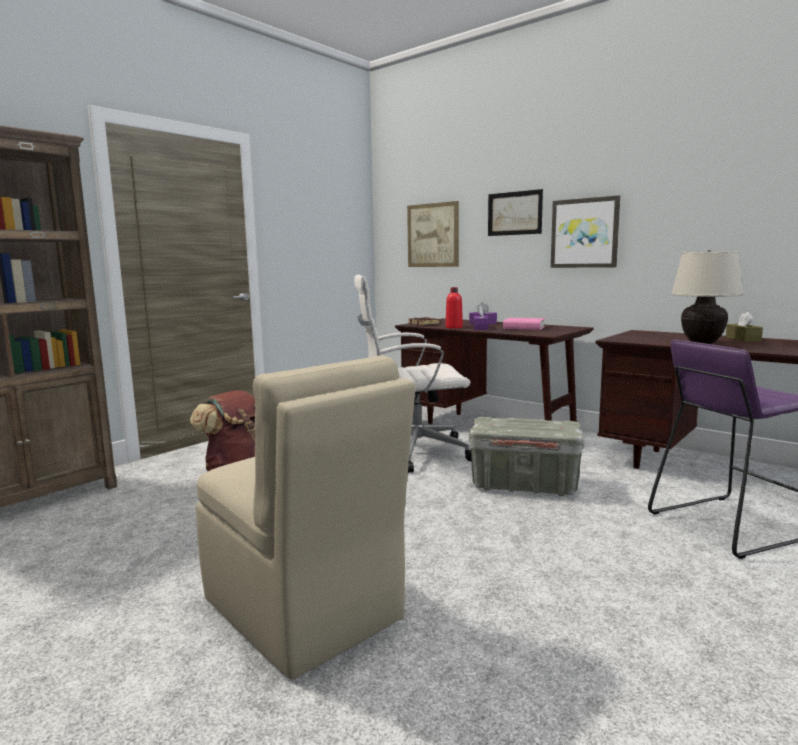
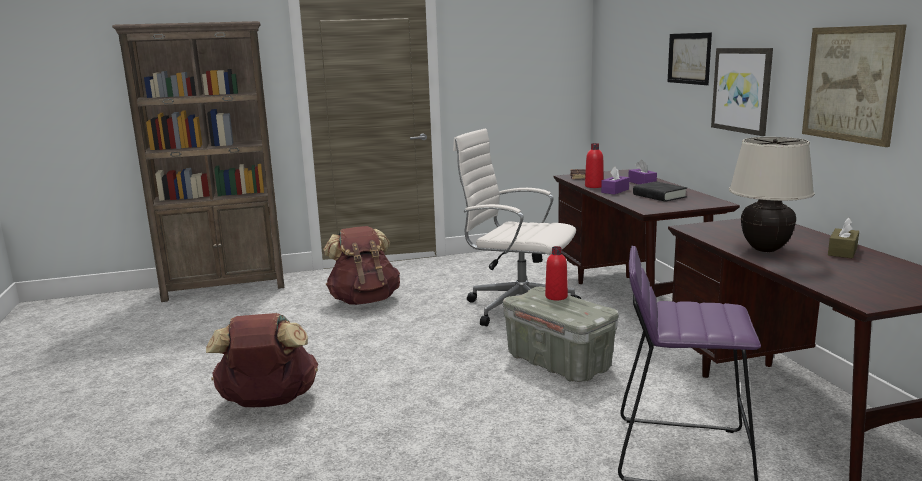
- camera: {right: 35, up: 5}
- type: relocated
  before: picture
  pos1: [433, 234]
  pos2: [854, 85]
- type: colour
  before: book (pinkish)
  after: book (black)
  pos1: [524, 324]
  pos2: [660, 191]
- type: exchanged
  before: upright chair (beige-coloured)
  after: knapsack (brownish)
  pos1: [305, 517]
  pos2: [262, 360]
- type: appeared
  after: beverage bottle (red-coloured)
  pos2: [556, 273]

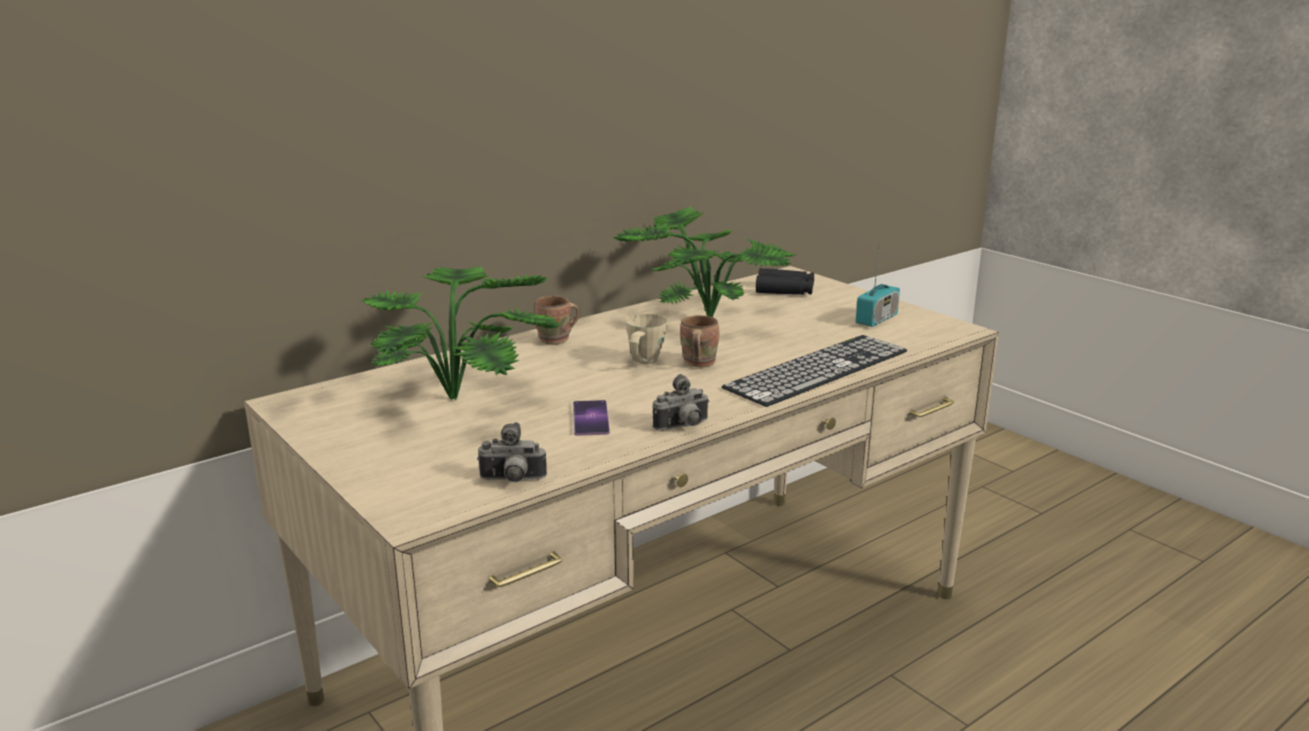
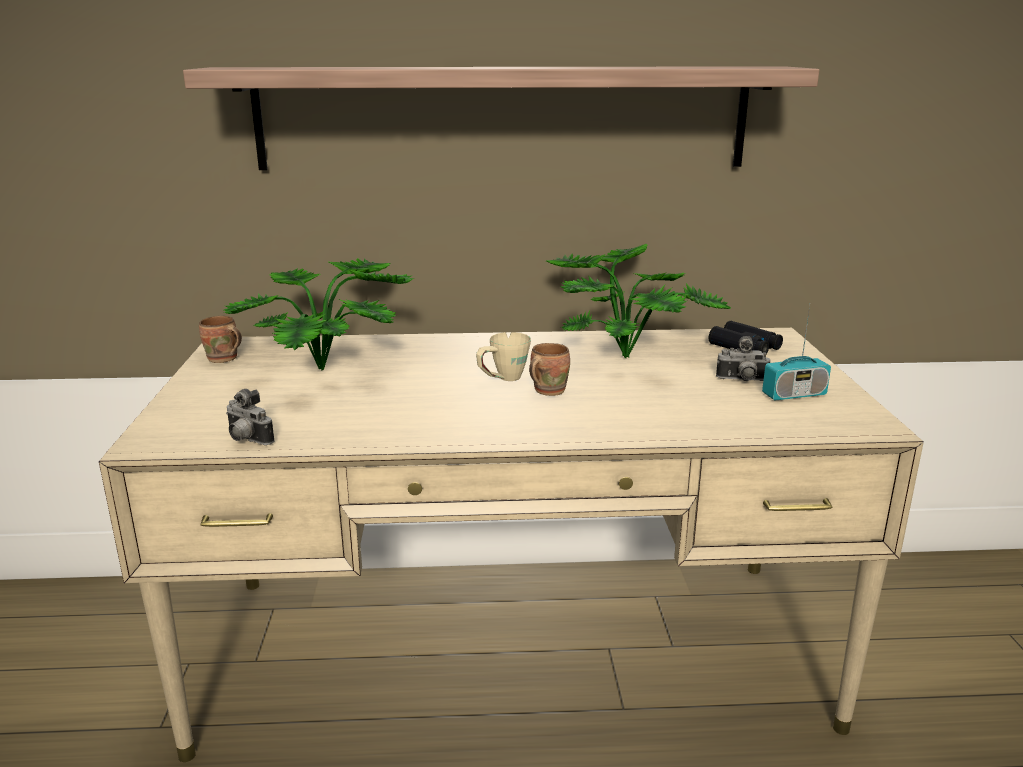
- camera: {right: 35, up: 0}
- type: relocated
  before: mug (brownish)
  pos1: [557, 320]
  pos2: [220, 339]
- type: missing
  before: keyboard
  pos1: [814, 371]
- type: relocated
  before: still camera
  pos1: [681, 402]
  pos2: [743, 358]
- type: missing
  before: phone
  pos1: [591, 418]
- type: appeared
  after: bracket shelf
  pos2: [501, 118]

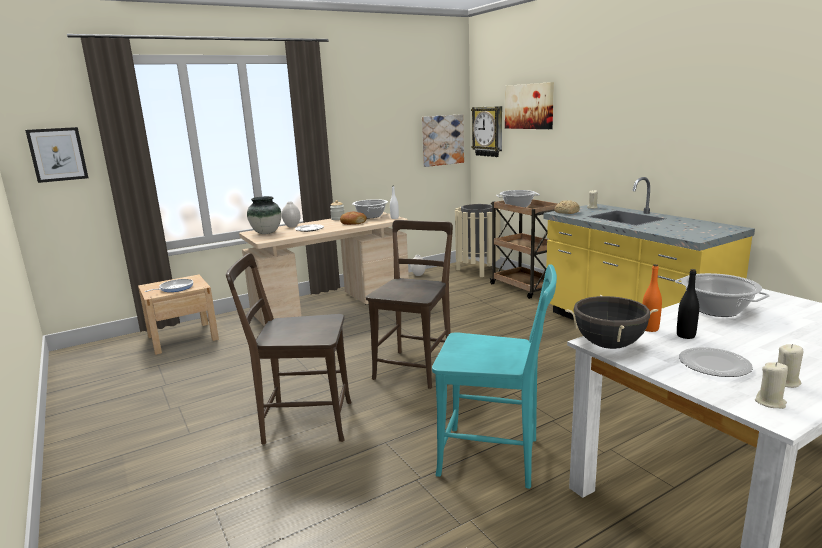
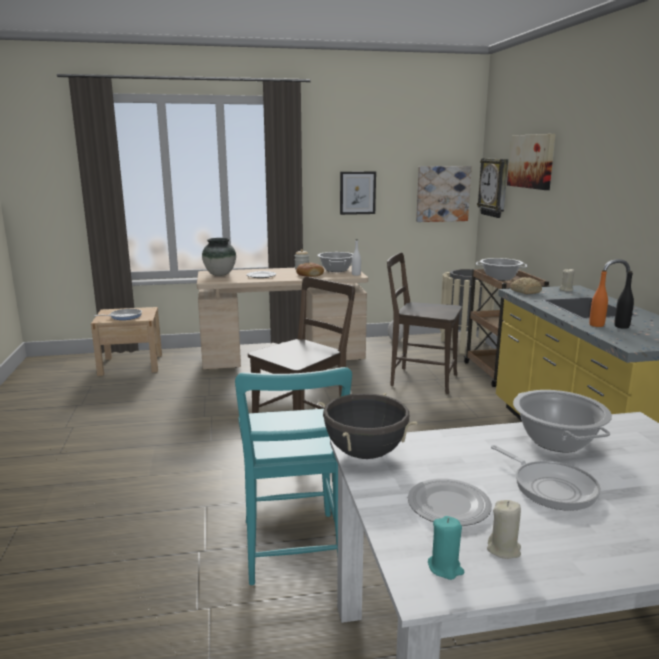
- camera: {right: 20, up: 0}
- type: relocated
  before: picture
  pos1: [56, 155]
  pos2: [358, 193]
- type: missing
  before: decorative vase (white)
  pos1: [291, 214]
- type: relocated
  before: upright chair (brownish)
  pos1: [289, 348]
  pos2: [424, 323]
- type: spun
  before: upright chair (turquoise)
  pos1: [494, 376]
  pos2: [293, 476]
  turn: 45
- type: relocated
  before: beverage bottle (orange)
  pos1: [652, 298]
  pos2: [598, 298]
- type: relocated
  before: beverage bottle (black)
  pos1: [688, 304]
  pos2: [624, 300]
- type: colour
  before: candle (beige-coloured)
  after: candle (turquoise)
  pos1: [771, 385]
  pos2: [446, 548]
- type: appeared
  after: frying pan
  pos2: [546, 478]

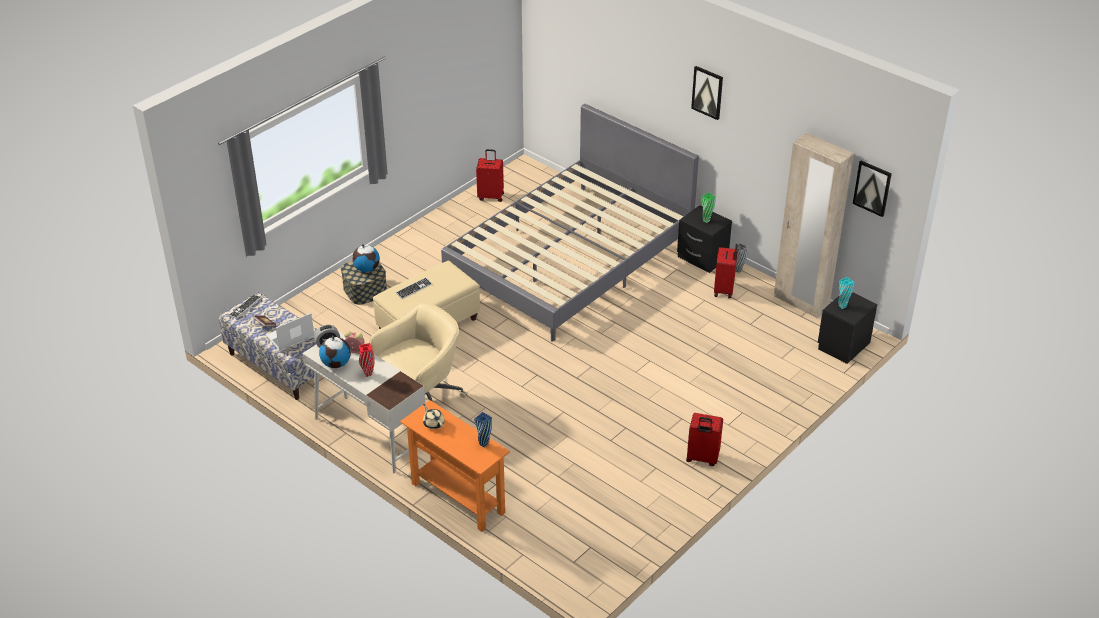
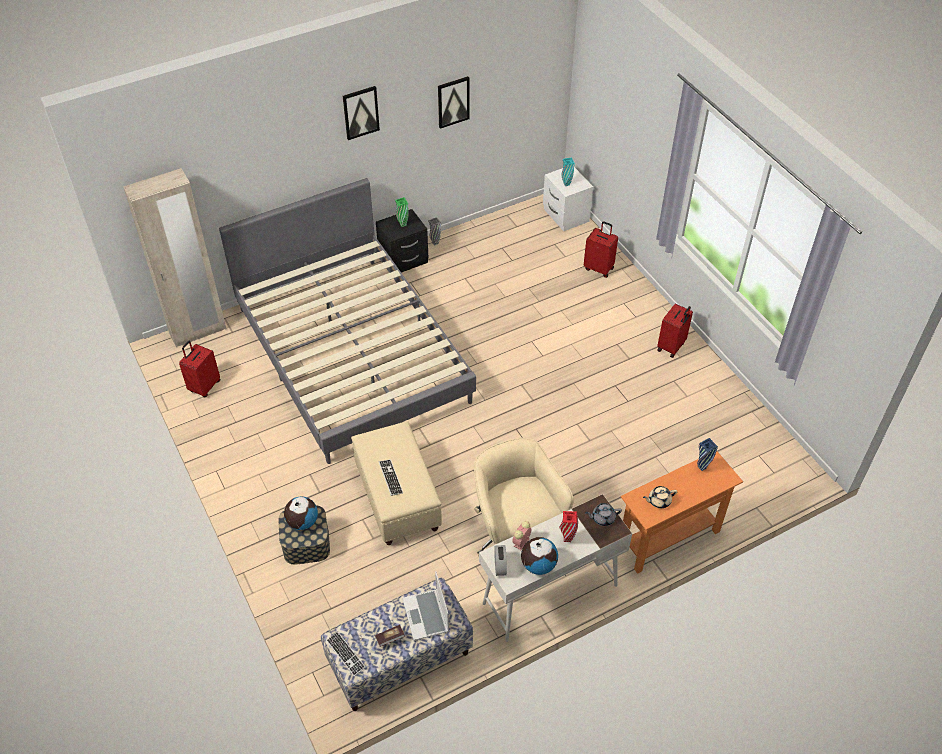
- camera: {right: -70, up: 10}
- type: relocated
  before: armoire (beige-coloured)
  pos1: [814, 226]
  pos2: [174, 258]
- type: relocated
  before: picture
  pos1: [872, 188]
  pos2: [453, 102]
- type: relocated
  before: travel case (red-coloured)
  pos1: [726, 271]
  pos2: [601, 249]
- type: colour
  before: bedside table (black)
  after: bedside table (white)
  pos1: [847, 328]
  pos2: [568, 199]
- type: appeared
  after: teapot (greyish)
  pos2: [603, 514]

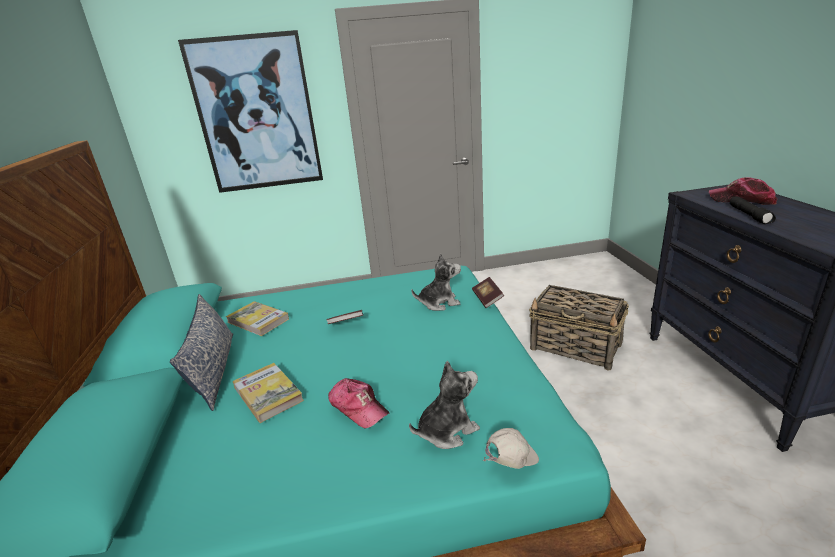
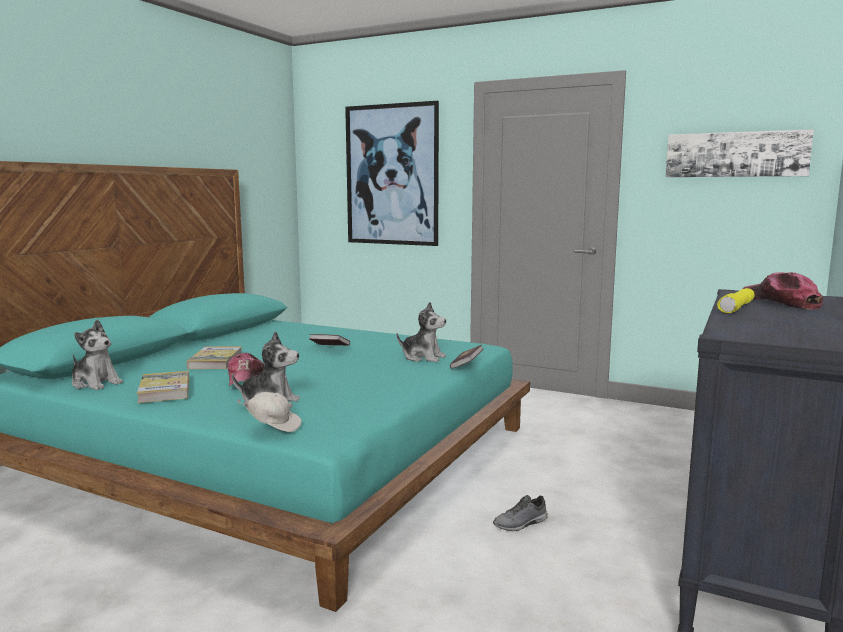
- camera: {right: 35, up: -15}
- type: colour
  before: hand torch (black)
  after: hand torch (yellowish)
  pos1: [753, 210]
  pos2: [736, 300]
- type: missing
  before: storage basket
  pos1: [579, 328]
- type: missing
  before: throw pillow
  pos1: [201, 352]
- type: relocated
  before: book
  pos1: [257, 318]
  pos2: [163, 387]
- type: appeared
  after: picture
  pos2: [740, 153]
- type: appeared
  after: cuddly toy
  pos2: [97, 354]
- type: appeared
  after: item of footwear (greyish)
  pos2: [520, 513]

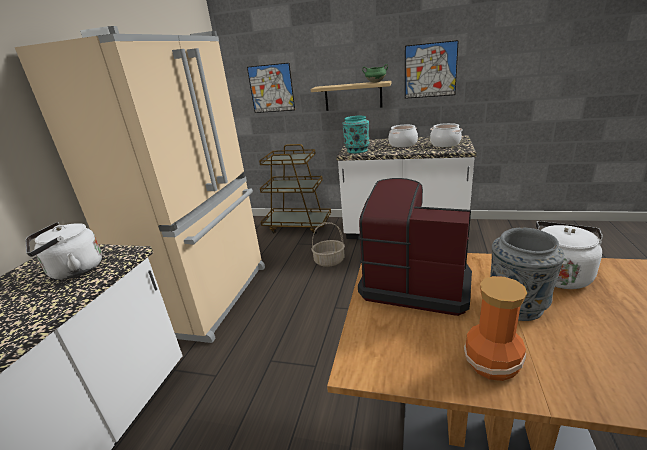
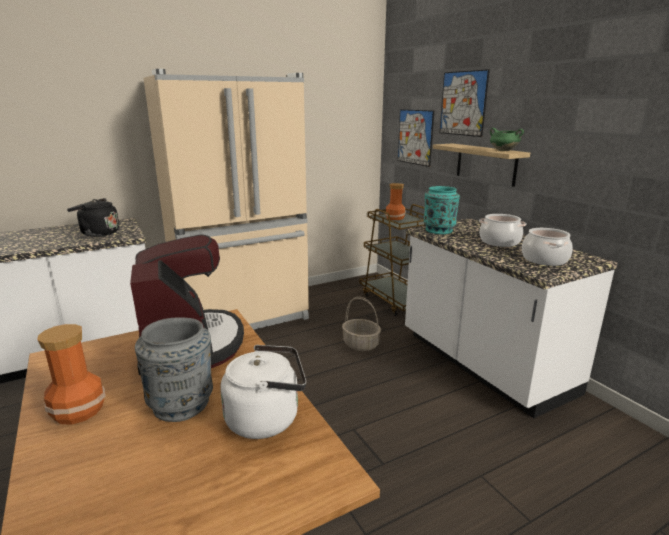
- camera: {right: 45, up: -5}
- type: relocated
  before: picture
  pos1: [432, 69]
  pos2: [465, 103]
- type: colour
  before: water kettle (white)
  after: water kettle (black)
  pos1: [64, 251]
  pos2: [93, 217]
- type: appeared
  after: decorative vase
  pos2: [395, 201]

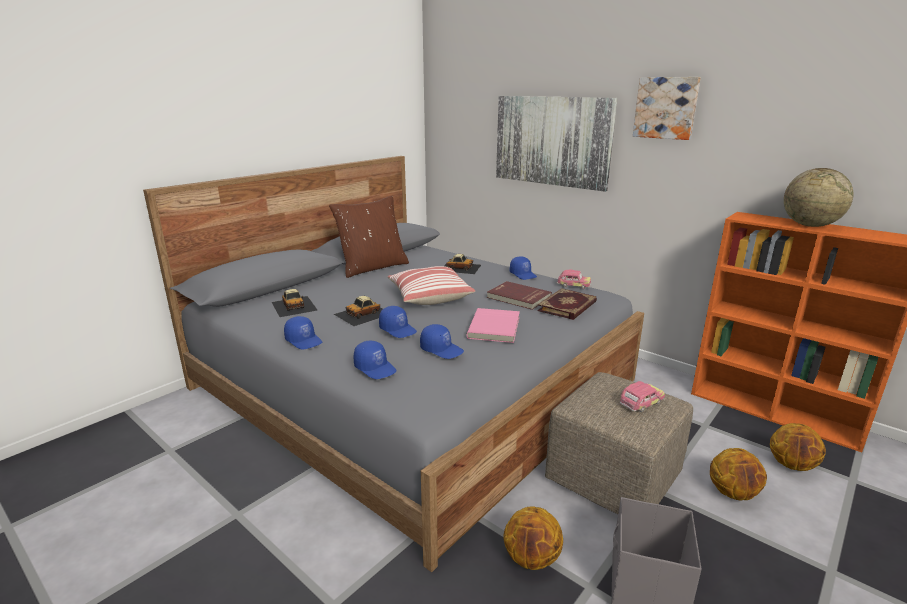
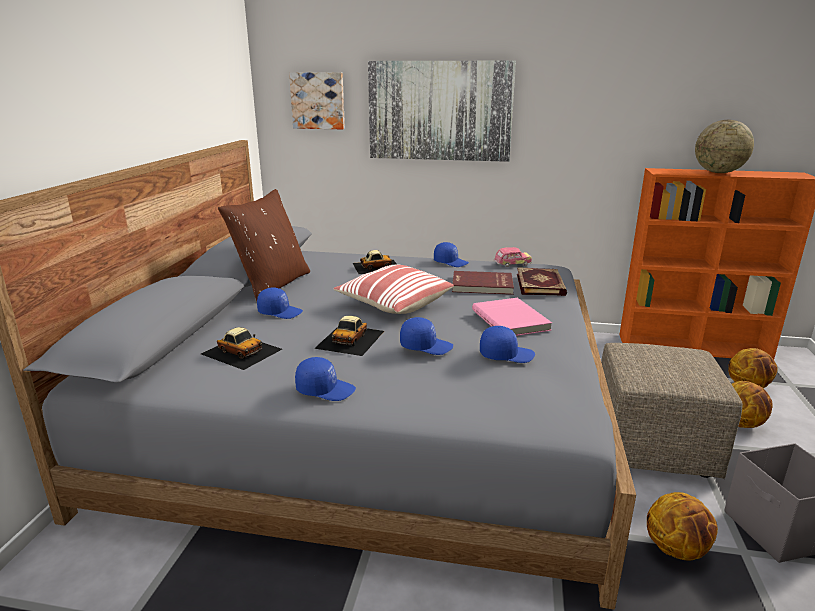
- camera: {right: -30, up: 0}
- type: relocated
  before: picture
  pos1: [667, 108]
  pos2: [317, 100]
- type: relocated
  before: peaked cap (bluish)
  pos1: [375, 360]
  pos2: [280, 303]
- type: missing
  before: model car
  pos1: [642, 396]

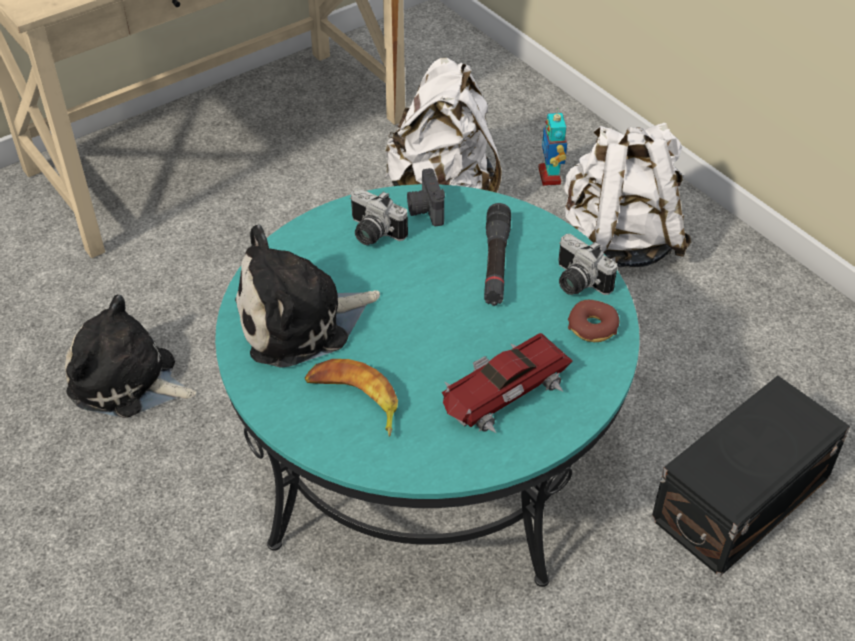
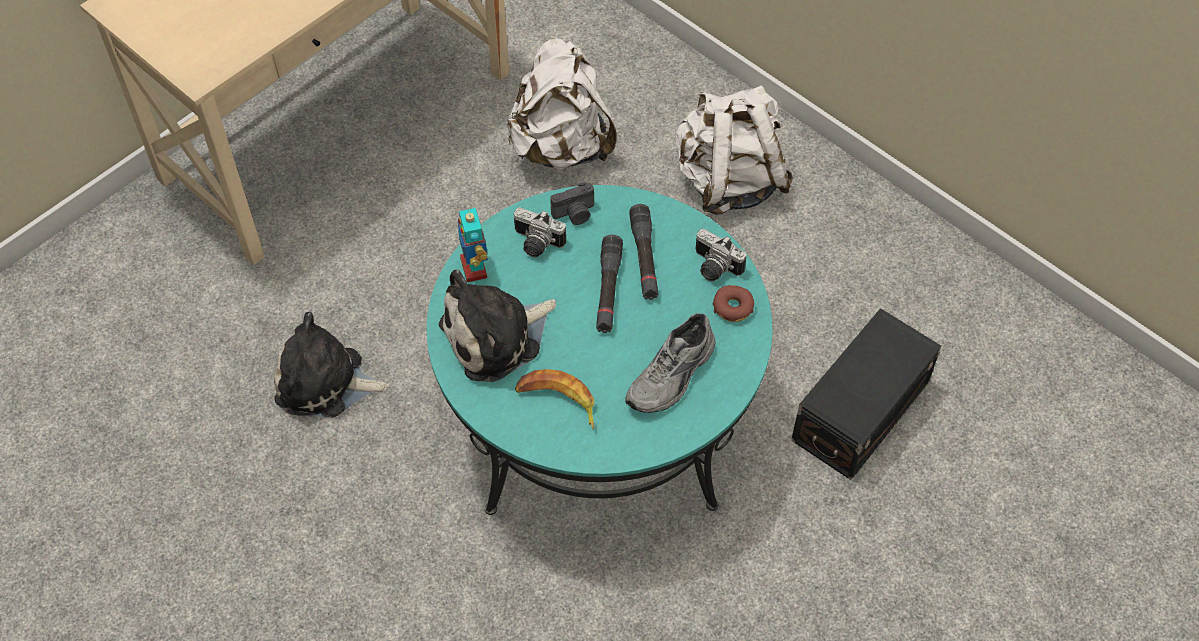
- camera: {right: -10, up: 10}
- type: relocated
  before: toy robot
  pos1: [553, 148]
  pos2: [473, 245]
- type: spun
  before: still camera
  pos1: [426, 197]
  pos2: [572, 203]
  turn: -90
- type: exchanged
  before: model car
  after: item of footwear (greyish)
  pos1: [507, 383]
  pos2: [670, 363]
- type: appeared
  after: hand torch (black)
  pos2: [609, 284]

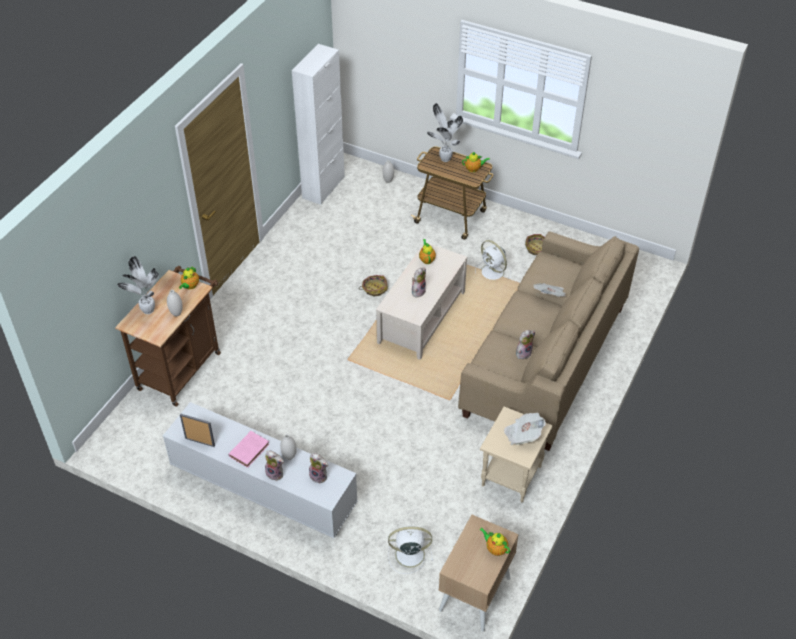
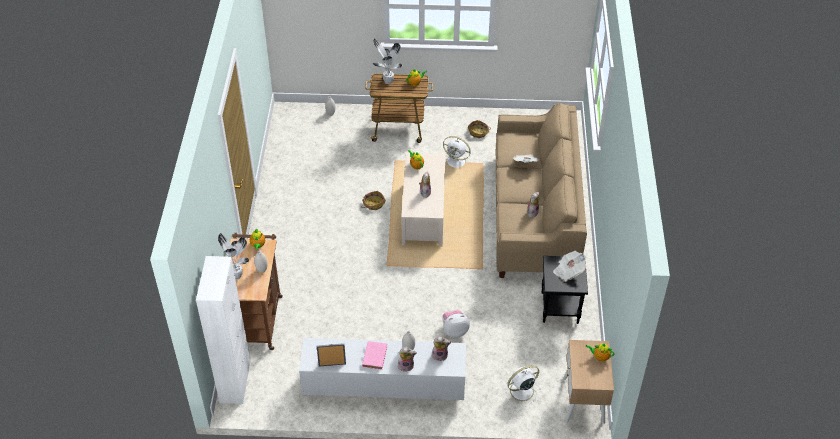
- camera: {right: -25, up: 0}
- type: relocated
  before: storage cabinet (white)
  pos1: [318, 124]
  pos2: [223, 330]
- type: colour
  before: side table (beige-coloured)
  after: side table (black)
  pos1: [516, 455]
  pos2: [565, 290]
- type: appeared
  after: cuddly toy
  pos2: [456, 324]

